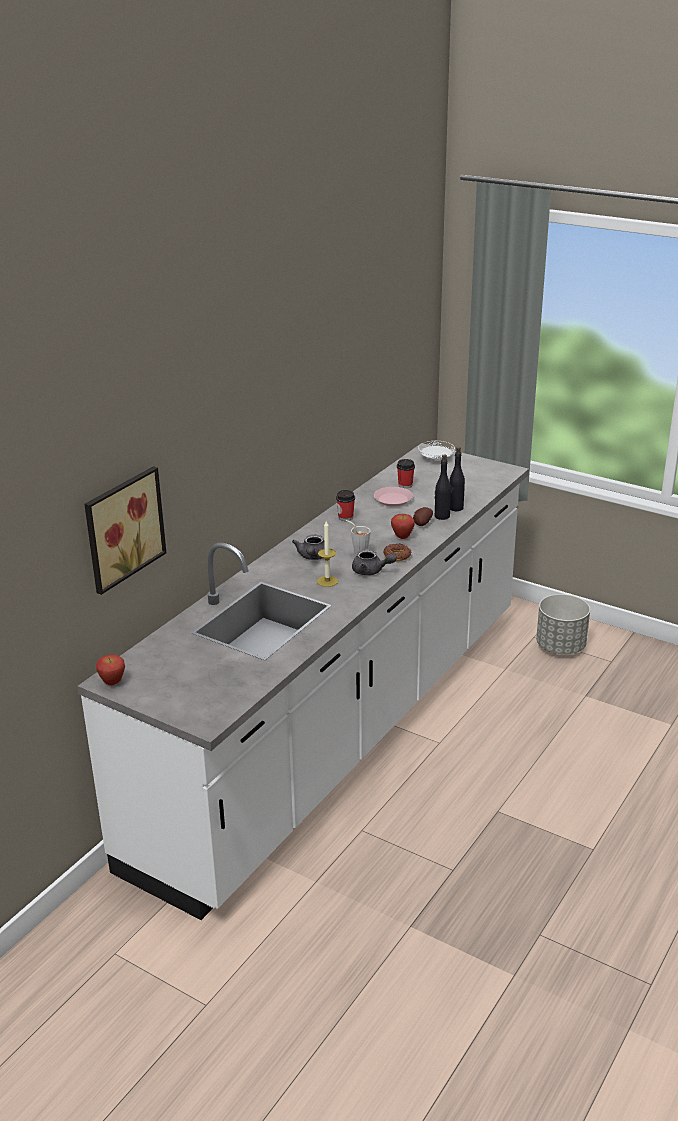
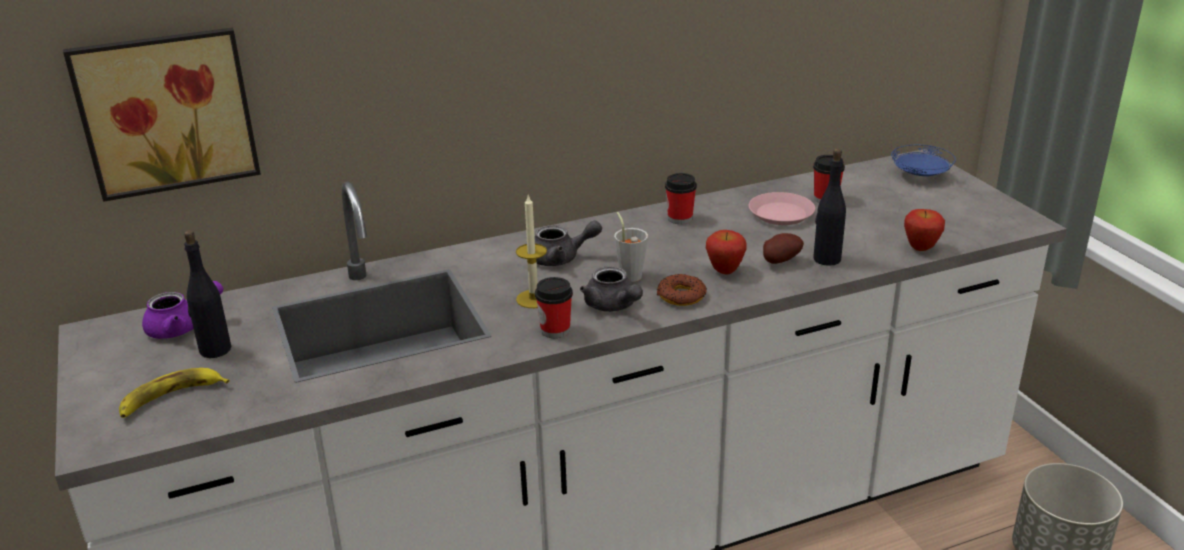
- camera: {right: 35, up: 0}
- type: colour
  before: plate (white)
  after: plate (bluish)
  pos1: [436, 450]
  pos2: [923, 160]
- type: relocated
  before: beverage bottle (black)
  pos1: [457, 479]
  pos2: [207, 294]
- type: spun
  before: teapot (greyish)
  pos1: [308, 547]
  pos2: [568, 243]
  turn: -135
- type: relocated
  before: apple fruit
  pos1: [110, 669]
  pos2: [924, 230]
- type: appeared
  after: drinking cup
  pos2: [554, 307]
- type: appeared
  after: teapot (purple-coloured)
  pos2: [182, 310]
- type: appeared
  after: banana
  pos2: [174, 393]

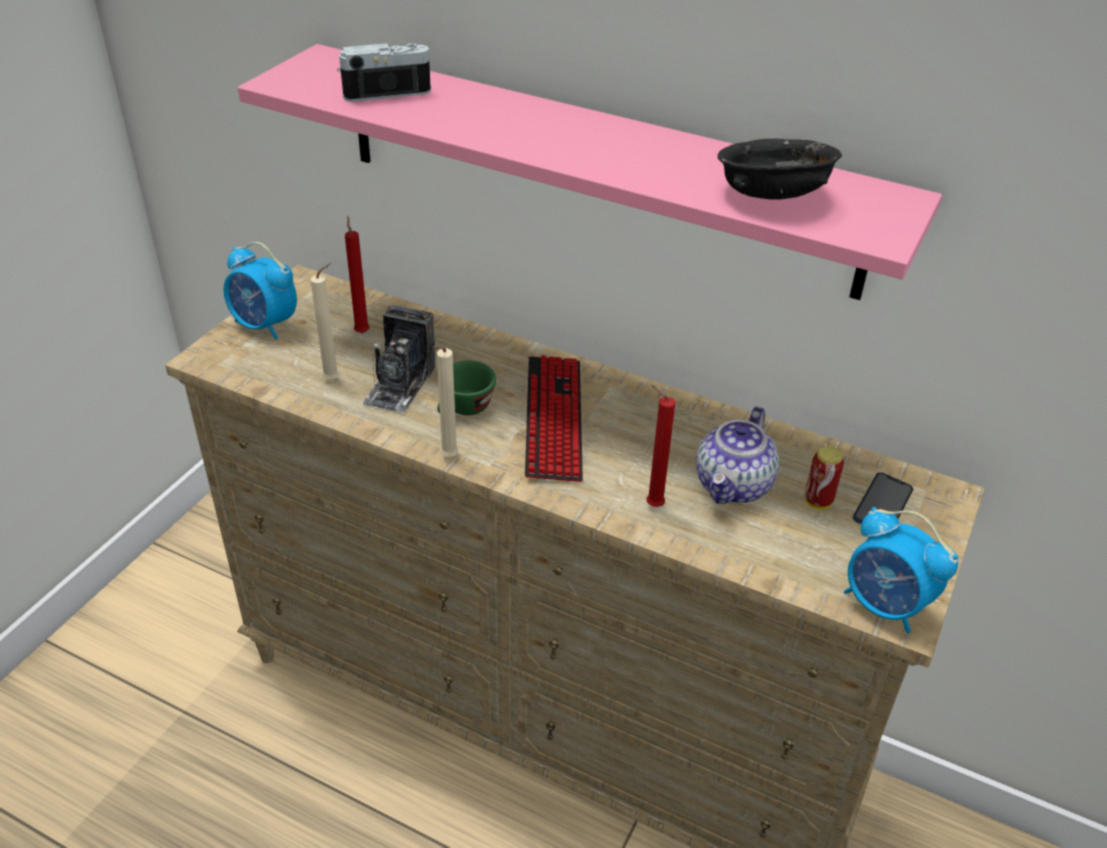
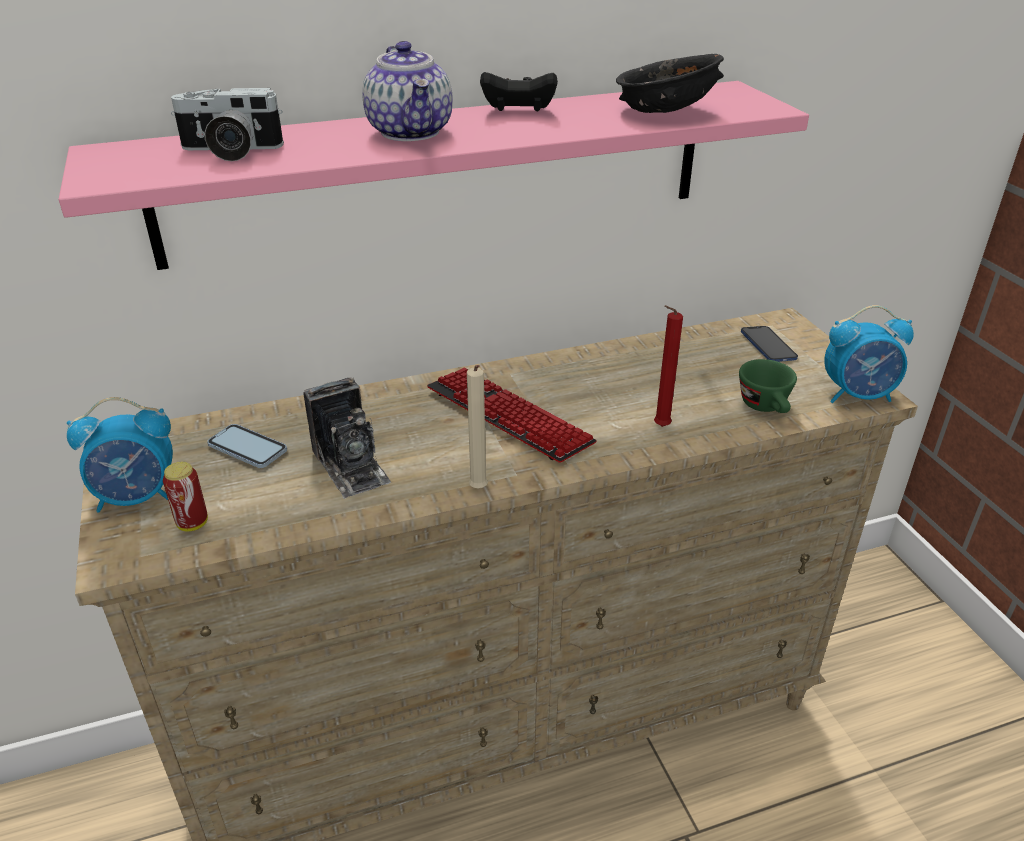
- camera: {right: -45, up: -5}
- type: spun
  before: still camera
  pos1: [385, 72]
  pos2: [227, 124]
  turn: -120
- type: exchanged
  before: candle (red-coloured)
  after: phone
  pos1: [357, 274]
  pos2: [247, 446]
- type: missing
  before: candle (beige-coloured)
  pos1: [325, 321]
- type: relocated
  before: drinking cup (green-coloured)
  pos1: [466, 387]
  pos2: [768, 386]
- type: relocated
  before: teapot
  pos1: [737, 455]
  pos2: [407, 91]
- type: relocated
  before: sealed can
  pos1: [824, 477]
  pos2: [185, 496]
- type: appeared
  after: joypad (black)
  pos2: [519, 91]

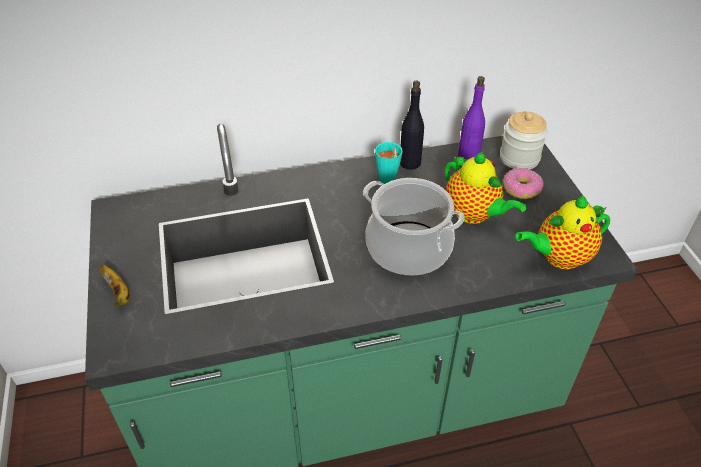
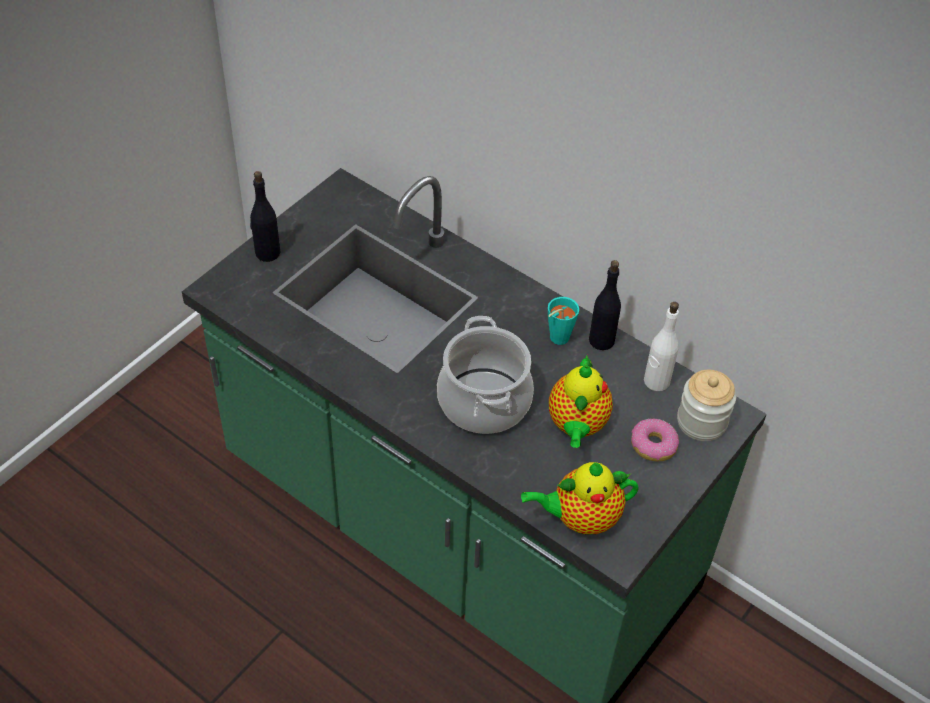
- camera: {right: 50, up: 5}
- type: colour
  before: beverage bottle (purple-coloured)
  after: beverage bottle (white)
  pos1: [471, 118]
  pos2: [661, 346]
- type: spun
  before: teapot
  pos1: [563, 232]
  pos2: [580, 498]
  turn: -45
- type: exchanged
  before: banana
  after: beverage bottle (black)
  pos1: [115, 285]
  pos2: [265, 216]

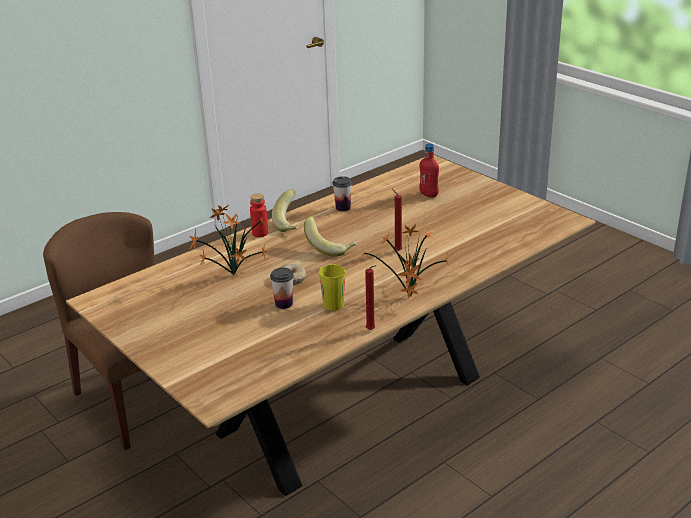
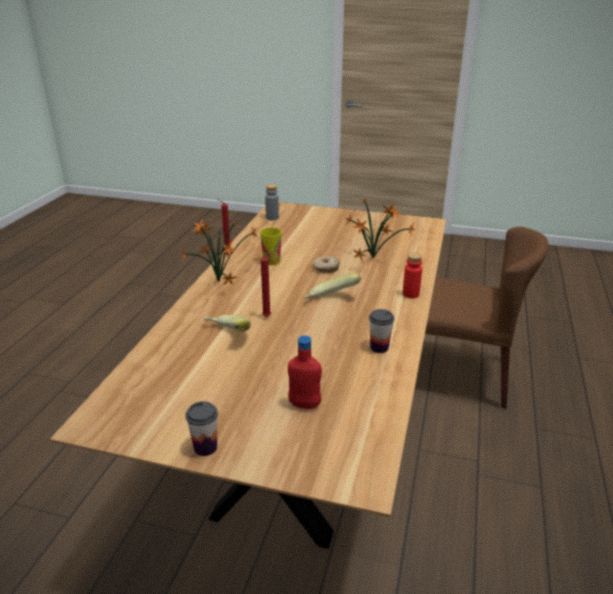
- camera: {right: 145, up: 0}
- type: relocated
  before: banana
  pos1: [285, 210]
  pos2: [227, 323]
- type: relocated
  before: drinking cup
  pos1: [282, 288]
  pos2: [201, 428]
- type: appeared
  after: beverage bottle (greyish)
  pos2: [272, 202]

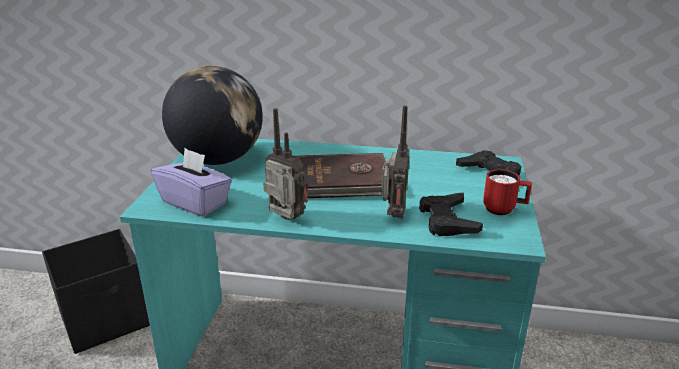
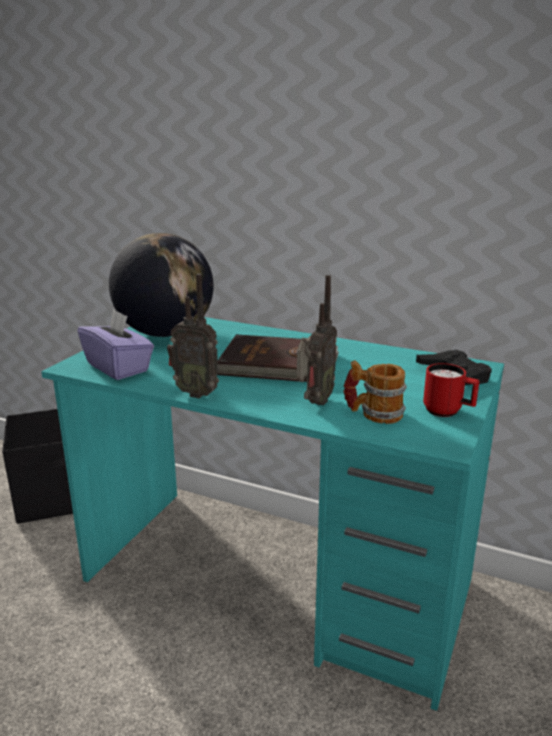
- camera: {right: 15, up: -5}
- type: spun
  before: radio
  pos1: [285, 164]
  pos2: [193, 336]
  turn: 150
- type: exchanged
  before: joypad (black)
  after: mug
  pos1: [451, 214]
  pos2: [375, 392]

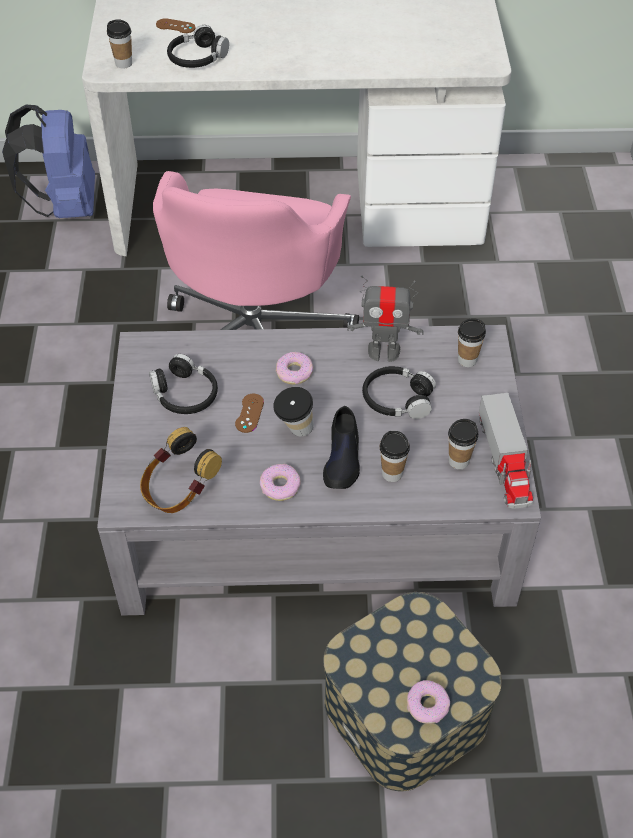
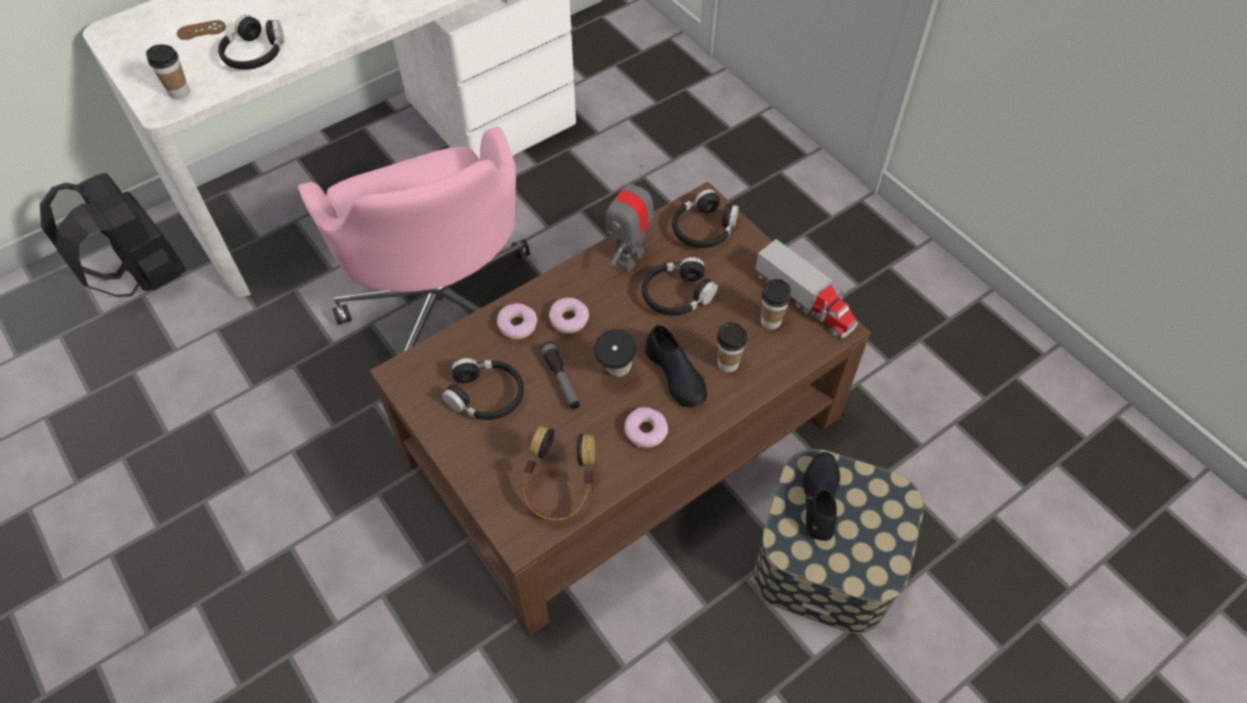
- camera: {right: -35, up: 5}
- type: colour
  before: knapsack (bluish)
  after: knapsack (black)
  pos1: [48, 161]
  pos2: [113, 235]
- type: spun
  before: toy robot
  pos1: [385, 319]
  pos2: [630, 218]
  turn: 150
- type: exchanged
  before: drinking cup
  after: headset (black)
  pos1: [472, 342]
  pos2: [705, 218]
- type: colour
  before: coffee table (greyish)
  after: coffee table (brownish)
  pos1: [319, 470]
  pos2: [620, 409]
- type: exchanged
  before: joypad (brownish)
  after: hand torch
  pos1: [249, 413]
  pos2: [560, 375]
- type: relocated
  before: ring doughnut
  pos1: [428, 702]
  pos2: [517, 321]
- type: appeared
  after: item of footwear (black)
  pos2: [821, 496]

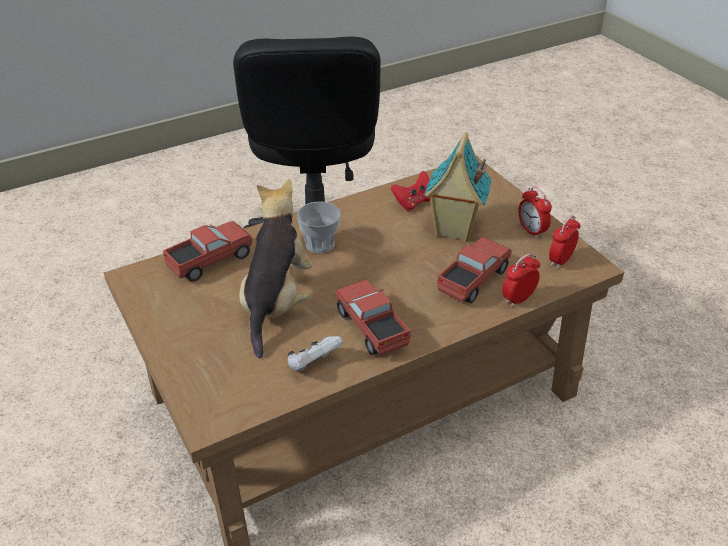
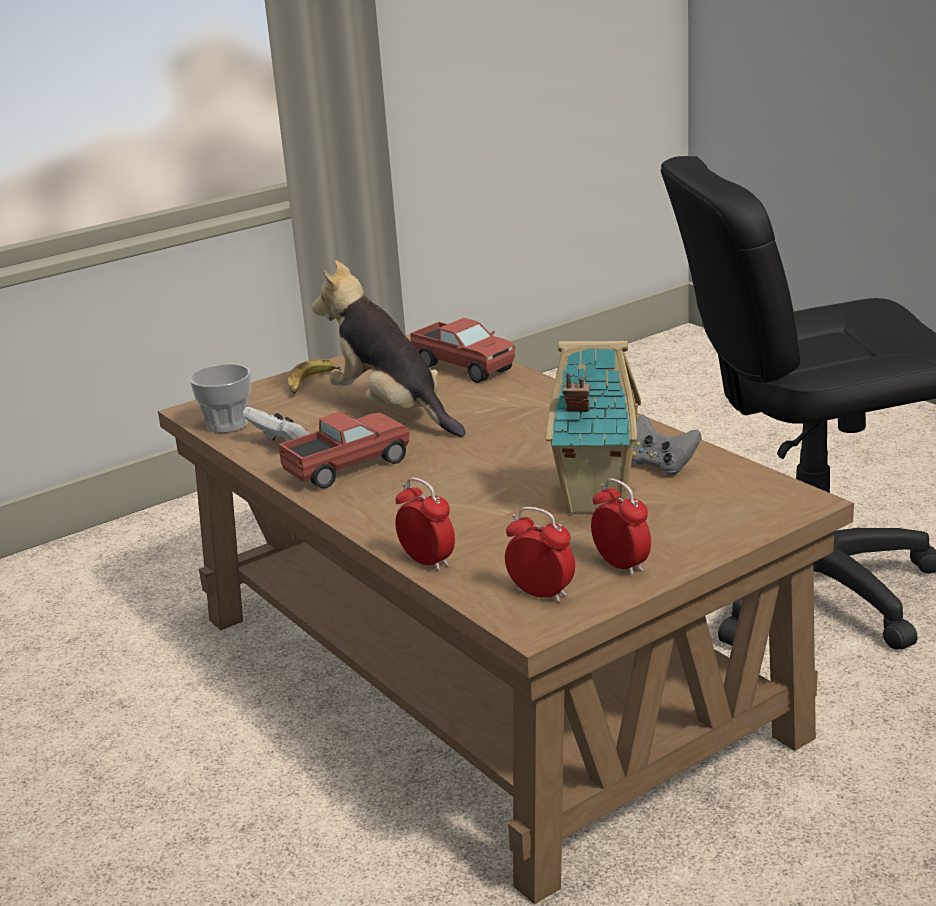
- camera: {right: 85, up: -15}
- type: colour
  before: joypad (red-coloured)
  after: joypad (greyish)
  pos1: [410, 191]
  pos2: [666, 444]
- type: spun
  before: cuddly toy
  pos1: [276, 268]
  pos2: [389, 349]
  turn: -135
- type: spun
  before: alarm clock
  pos1: [535, 212]
  pos2: [621, 527]
  turn: 90
- type: relocated
  before: drinking cup
  pos1: [319, 227]
  pos2: [220, 398]
- type: missing
  before: toy truck
  pos1: [474, 270]
- type: appeared
  after: banana
  pos2: [314, 376]

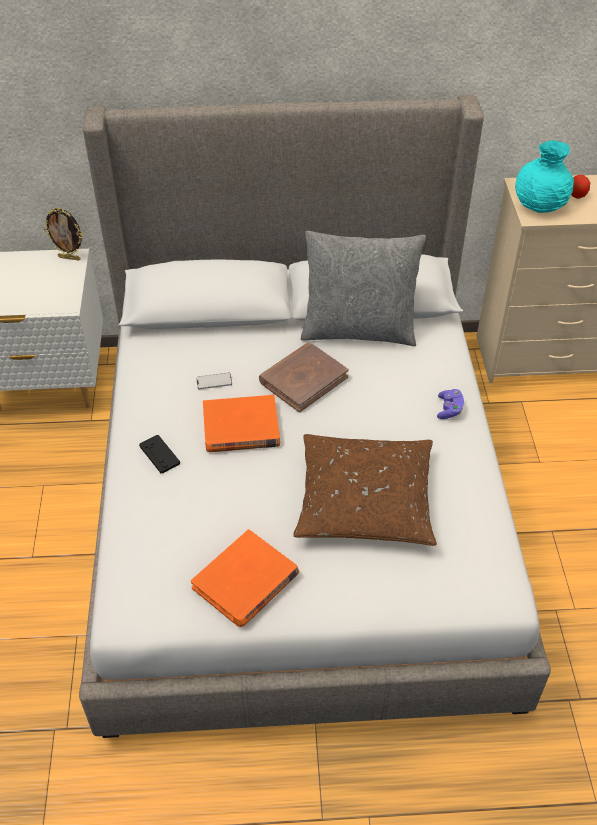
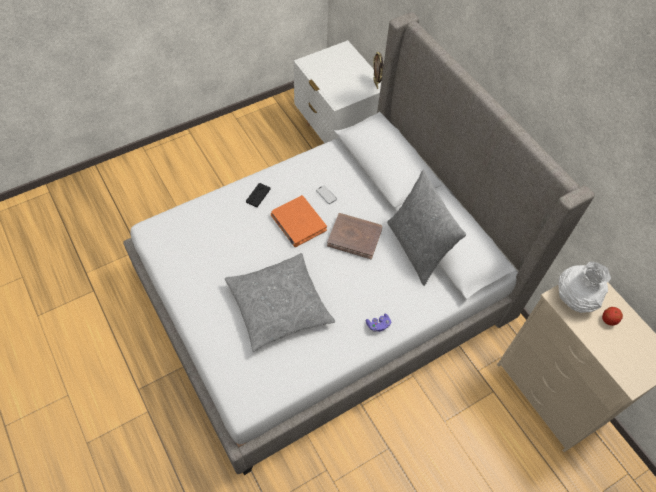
- camera: {right: 60, up: 10}
- type: colour
  before: decorative vase (turquoise)
  after: decorative vase (white)
  pos1: [544, 176]
  pos2: [585, 287]
- type: colour
  before: throw pillow (brownish)
  after: throw pillow (greyish)
  pos1: [365, 490]
  pos2: [280, 302]
- type: missing
  before: book (orange)
  pos1: [245, 578]

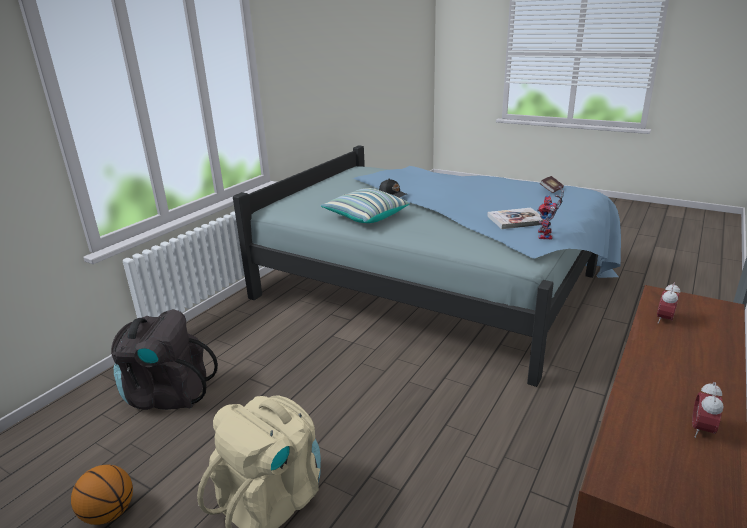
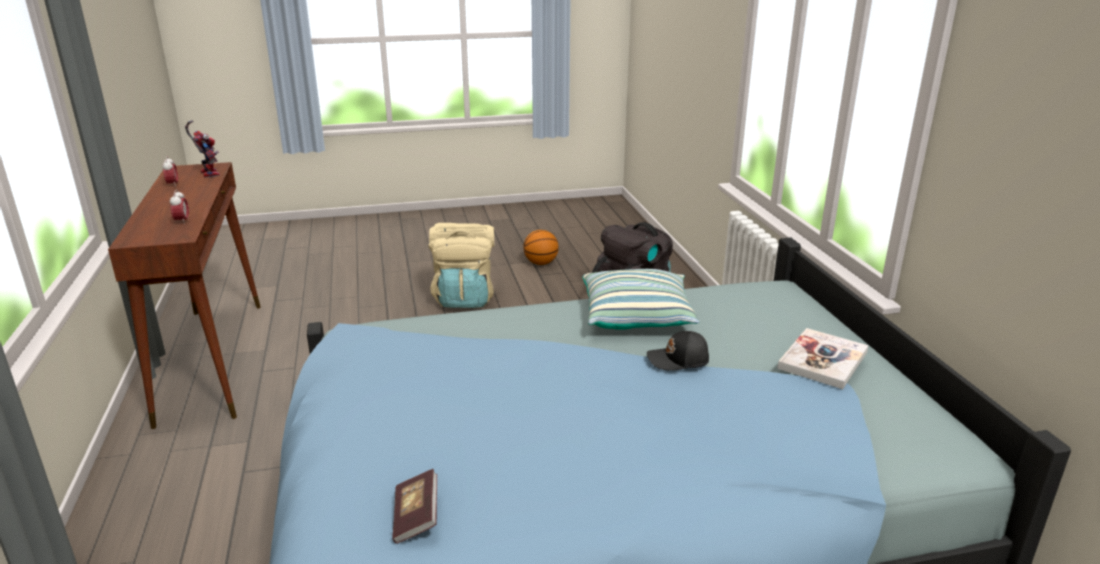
- camera: {right: 135, up: 0}
- type: relocated
  before: toy robot
  pos1: [550, 213]
  pos2: [202, 149]
- type: relocated
  before: book
  pos1: [515, 218]
  pos2: [823, 358]

